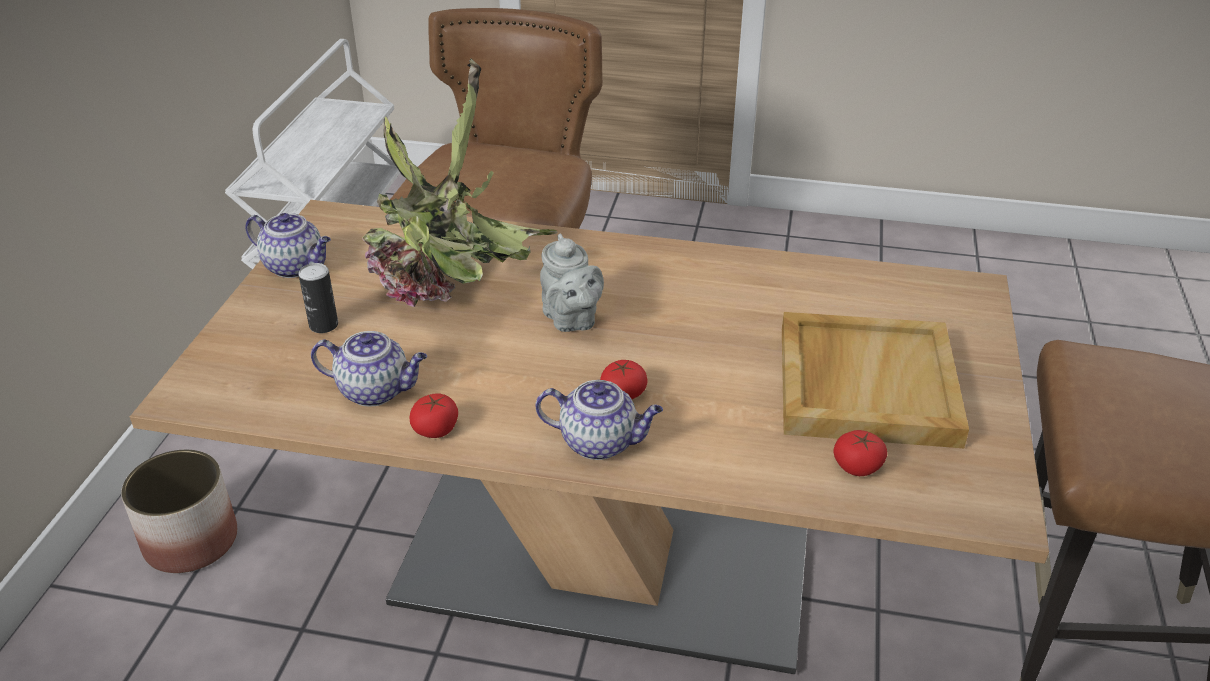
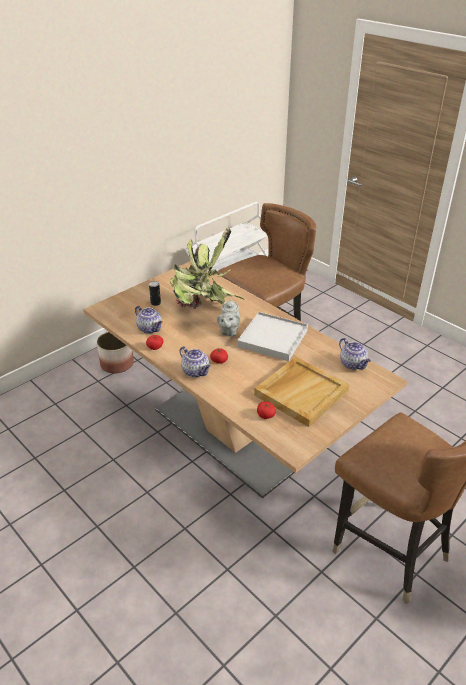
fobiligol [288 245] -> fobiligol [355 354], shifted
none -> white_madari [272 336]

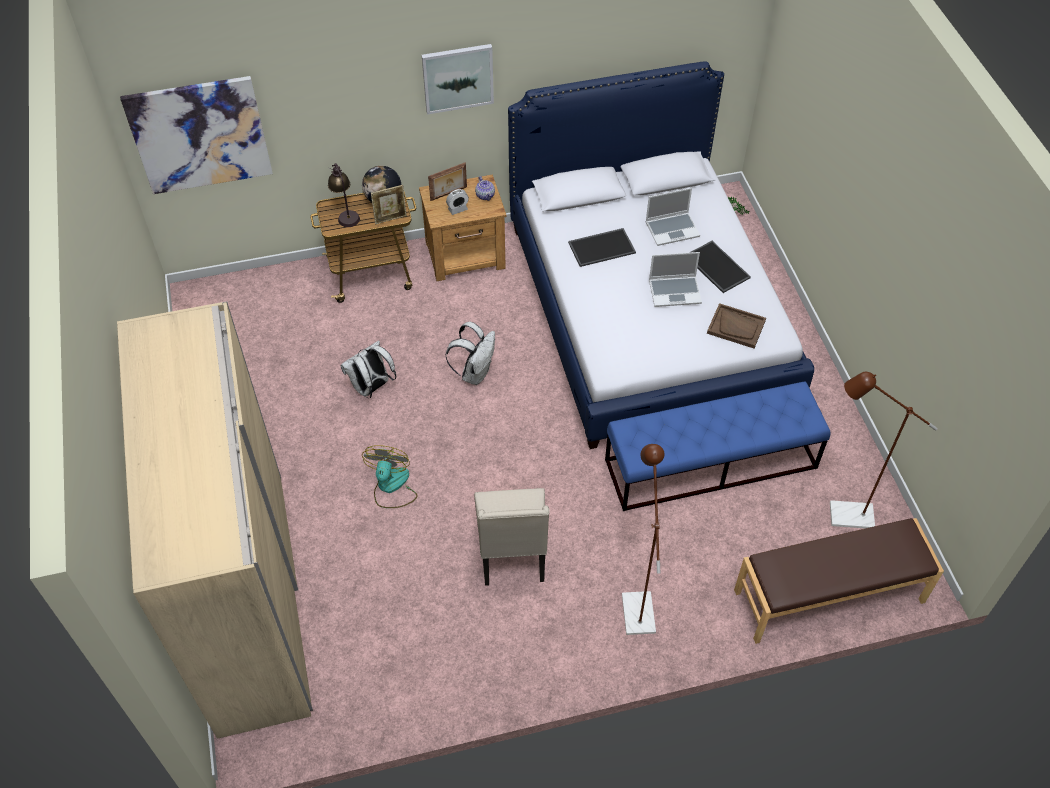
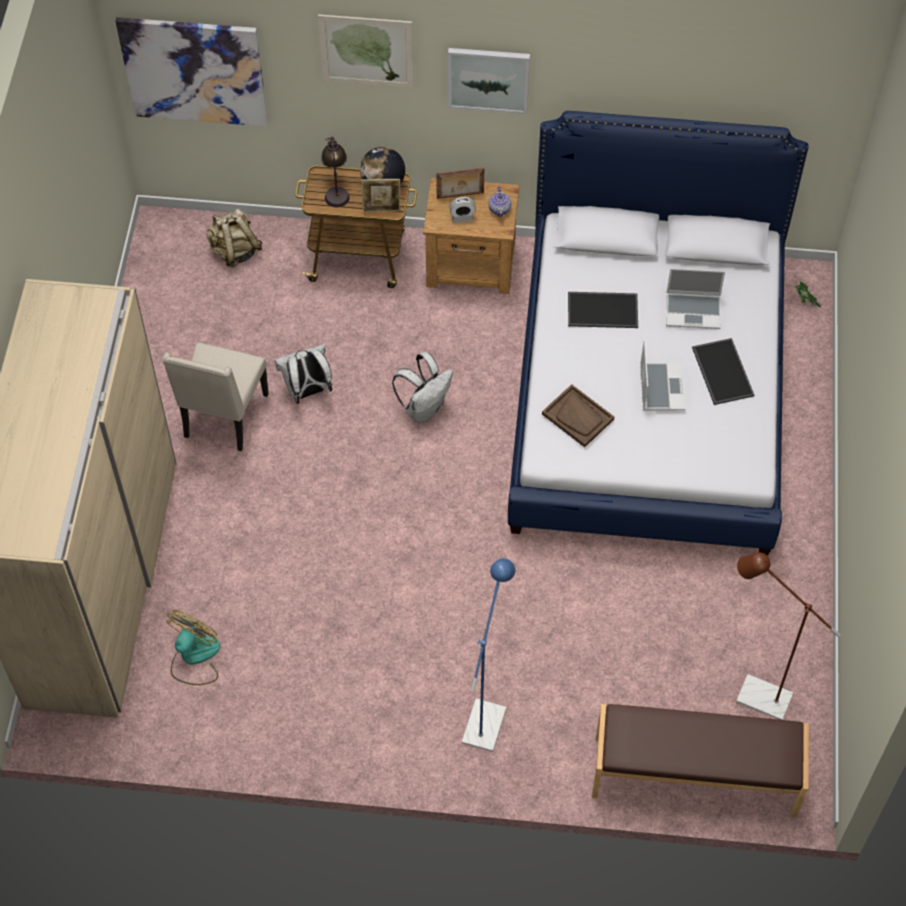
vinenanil [389 476] -> vinenanil [194 647], shifted
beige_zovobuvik [511 537] -> beige_zovobuvik [216 396], shifted
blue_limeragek [717 446] -> none
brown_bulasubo [643 539] -> blue_bulasubo [488 655]
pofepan [675 279] -> pofepan [662 375], 105 degrees counterclockwise
brown_madari [736 326] -> brown_madari [578 415], shifted
none -> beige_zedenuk [234 237]
none -> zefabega [366 51]

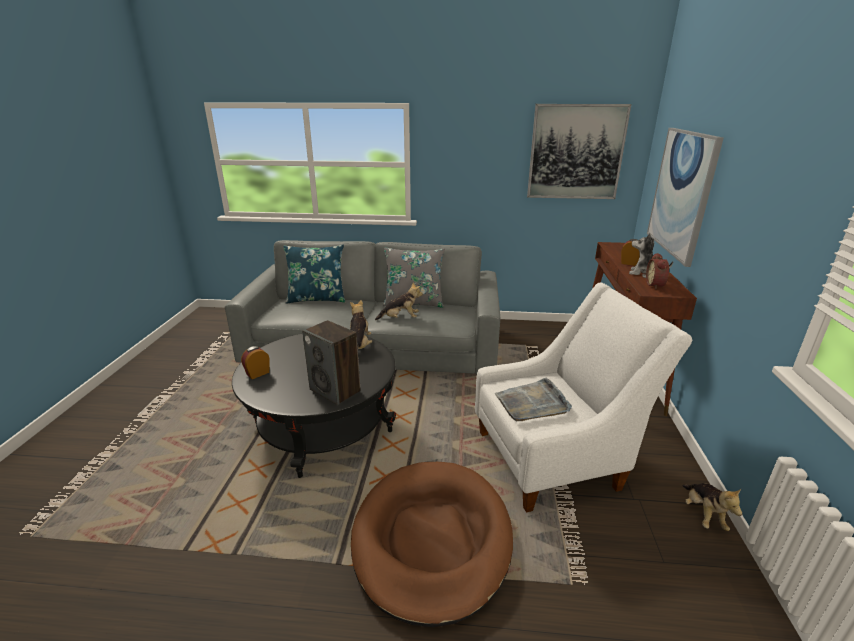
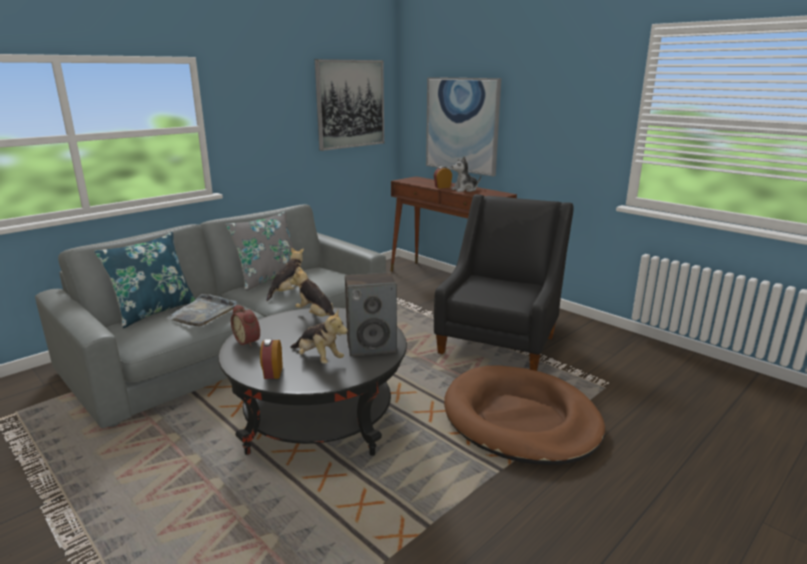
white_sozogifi [584 397] -> black_sozogifi [504 282]
grey_madari [533 400] -> grey_madari [201 310], shifted
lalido [657 271] -> lalido [245 326], shifted
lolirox [712 507] -> lolirox [319 337], shifted

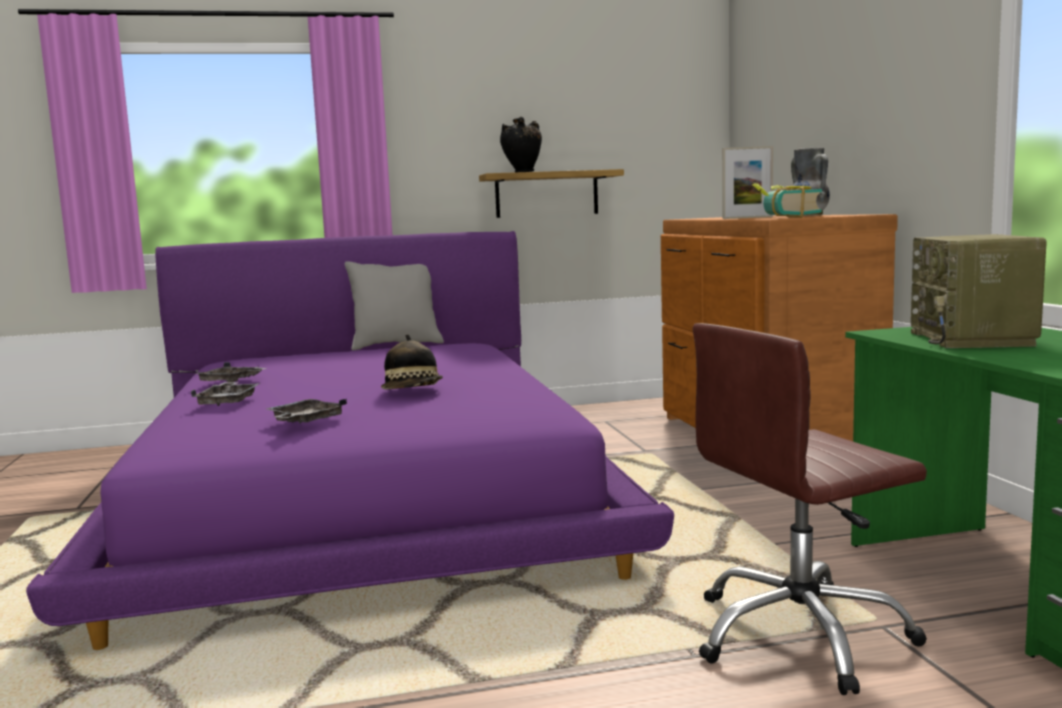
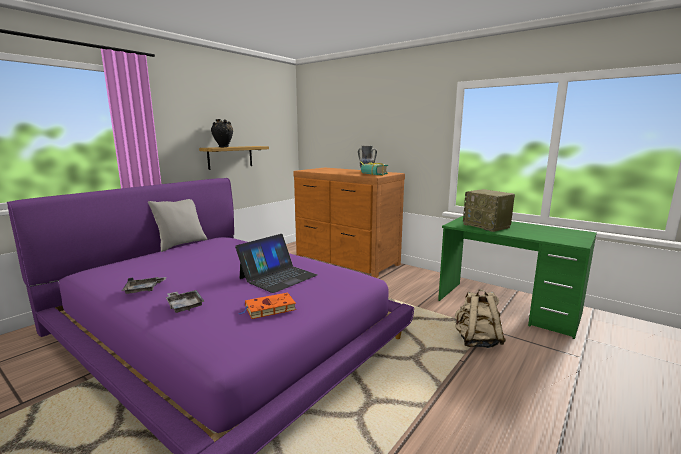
grey_madari [307 411] -> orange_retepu [267 306]
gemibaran [412 362] -> pofepan [276 263]
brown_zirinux [810 509] -> beige_zedenuk [480 318]
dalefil [747 182] -> none

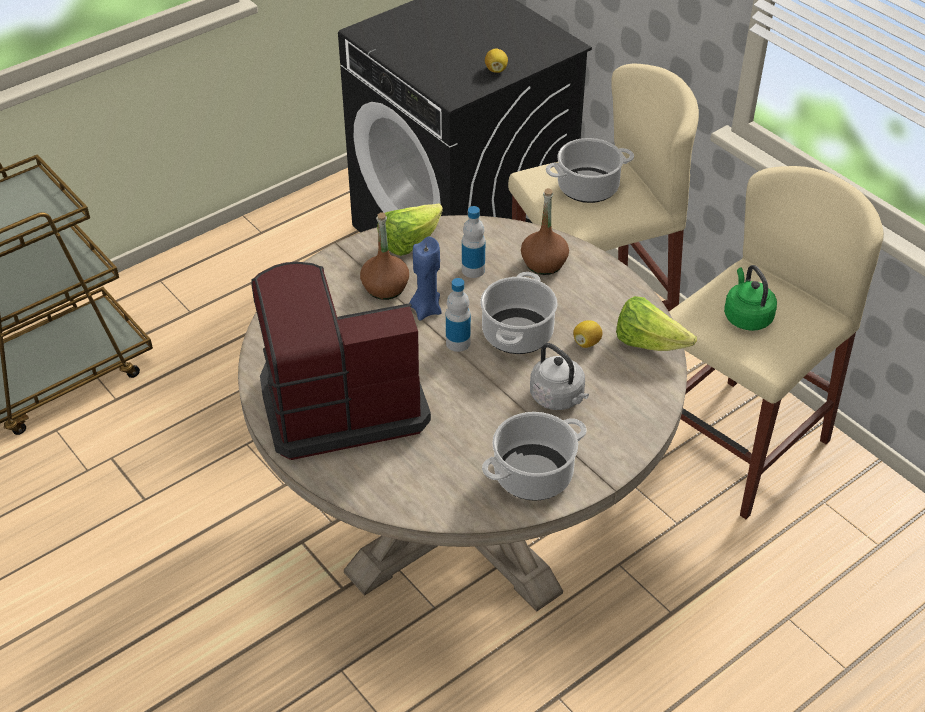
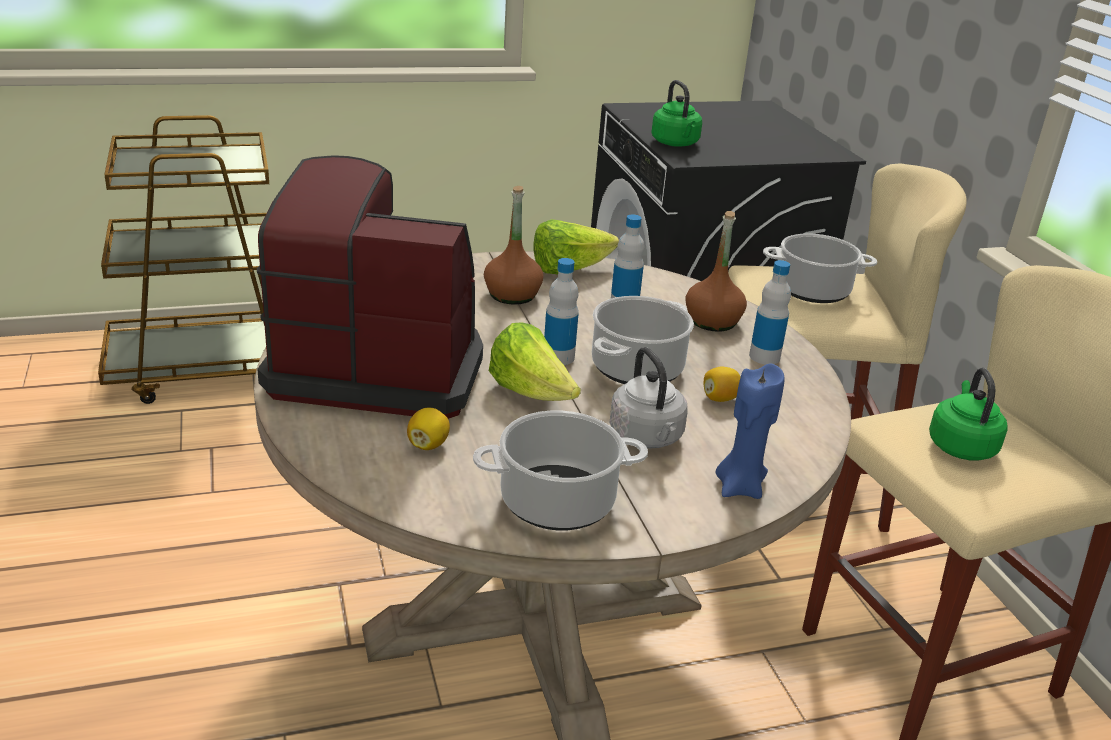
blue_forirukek [426 279] -> blue_forirukek [750 431], shifted
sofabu [496 61] -> sofabu [428 429], shifted
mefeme [656 323] -> mefeme [535 361], shifted
none -> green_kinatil [677 113]
none -> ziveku [770 312]

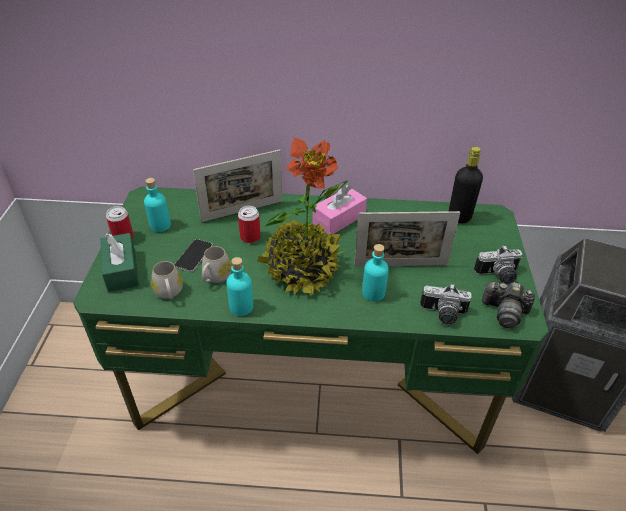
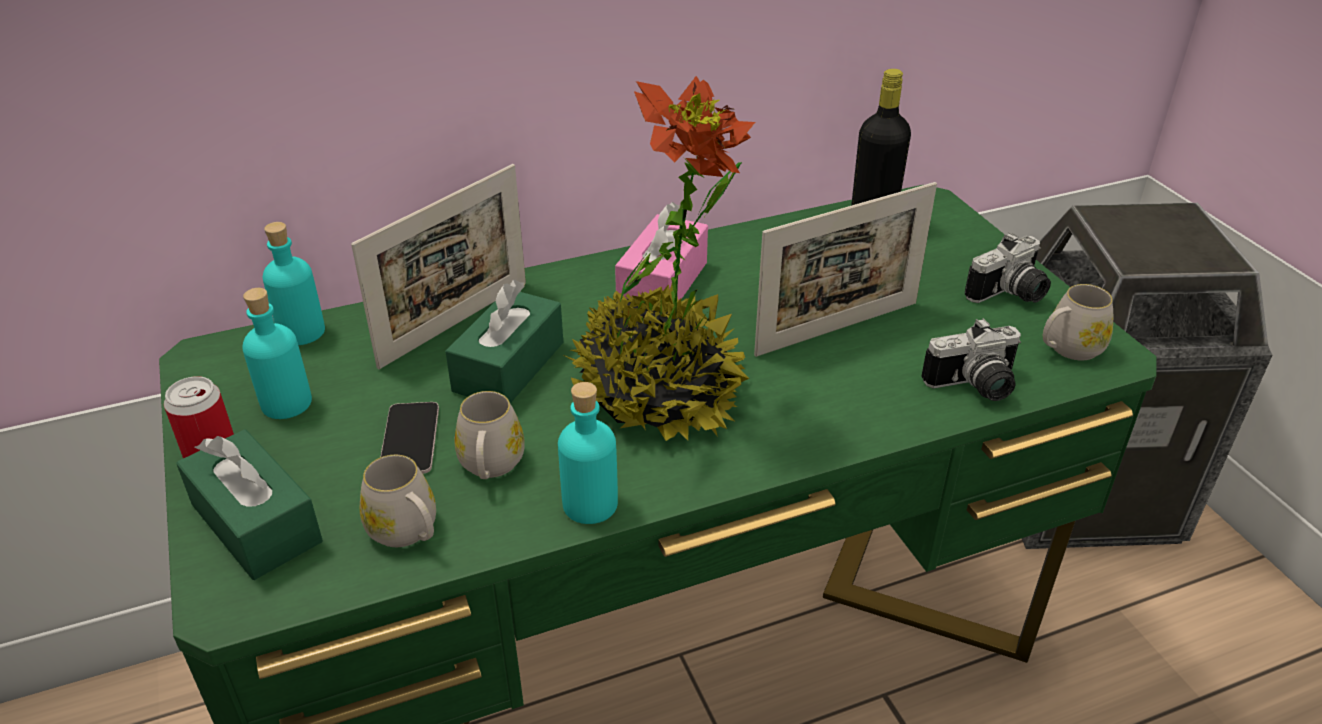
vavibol [249 224] -> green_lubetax [504 341]
turquoise_ziveku [375 272] -> turquoise_ziveku [294 283], shifted
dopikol [508 305] -> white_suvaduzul [1078 322]

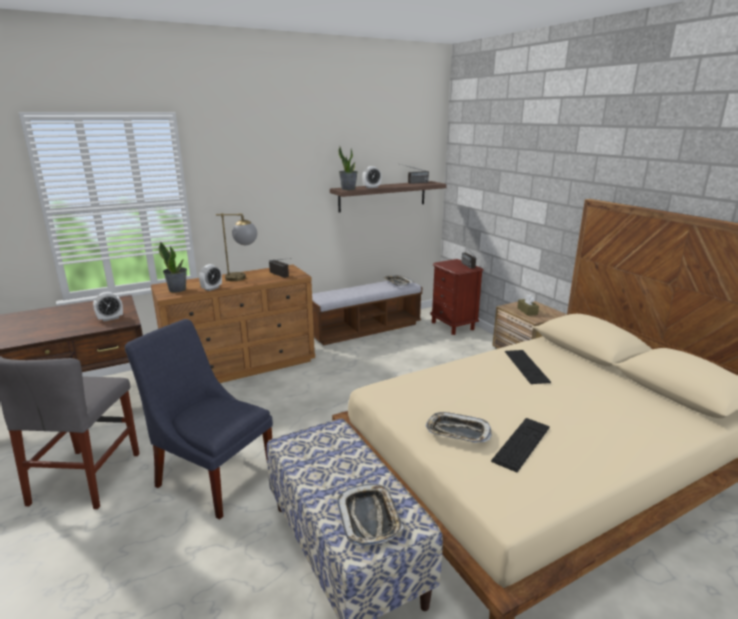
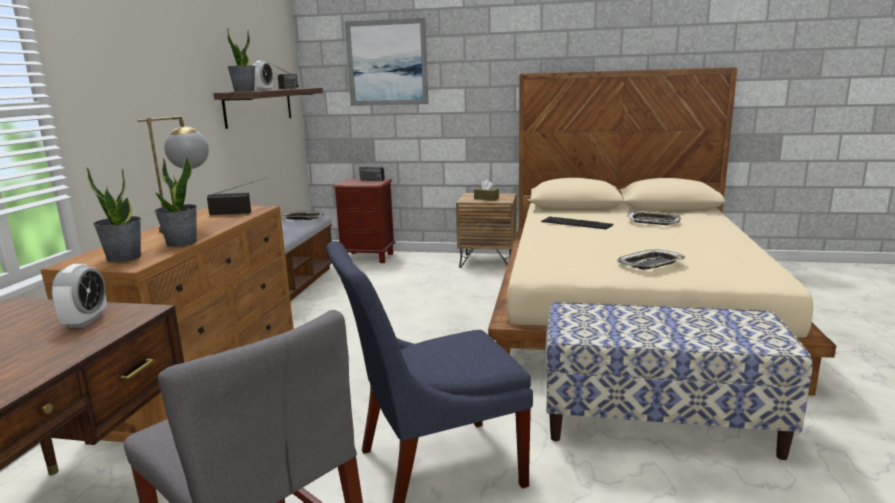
lalido [210 277] -> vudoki [175 201]
madari [370 515] -> madari [654 218], shifted
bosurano [520 445] -> none
none -> zefabega [386 62]

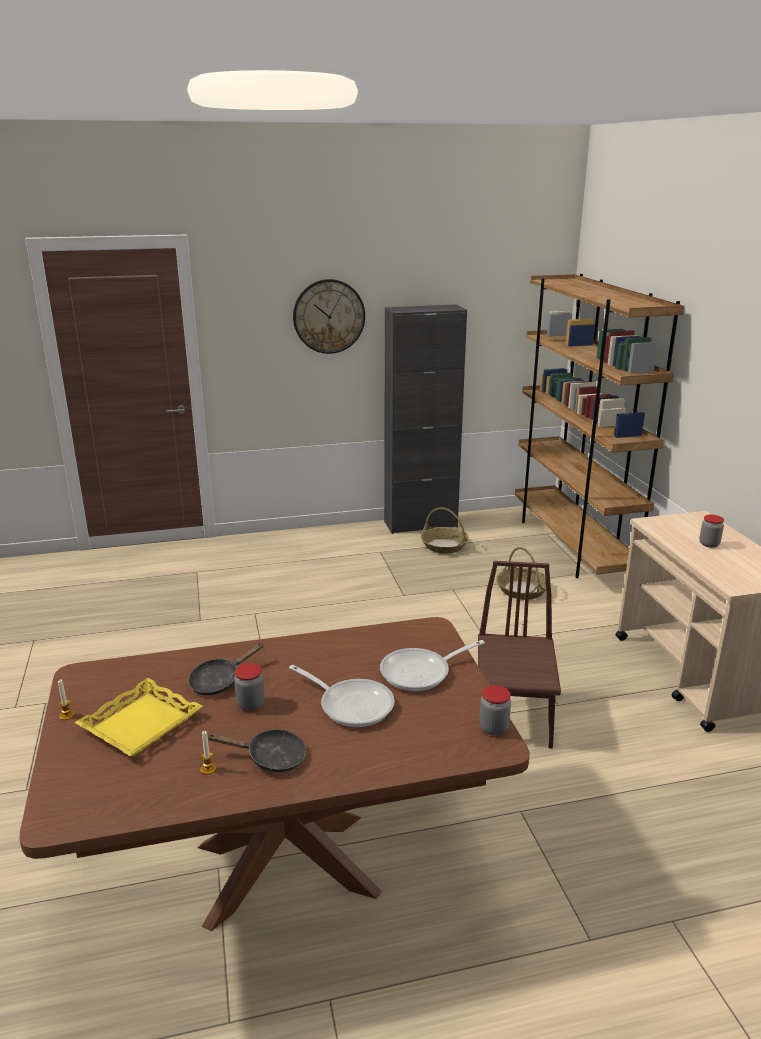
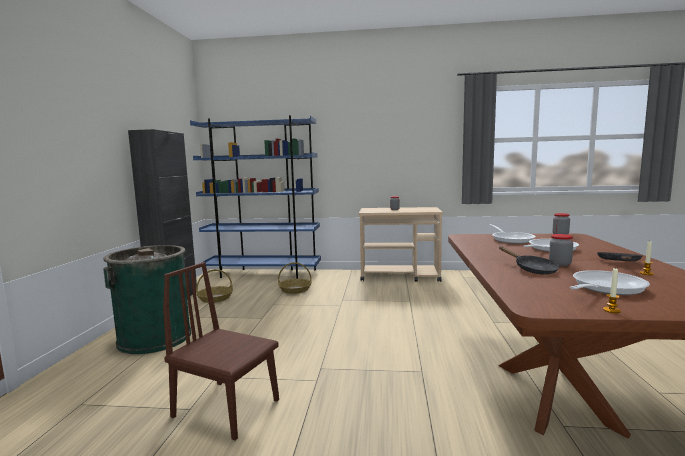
yellow_madari [138 717] -> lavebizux [610 282]
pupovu [329 316] -> none
brown_zovobuvik [519 655] -> brown_zovobuvik [221 351], shifted
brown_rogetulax [599 426] -> blue_rogetulax [255 197]
none -> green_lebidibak [147 299]

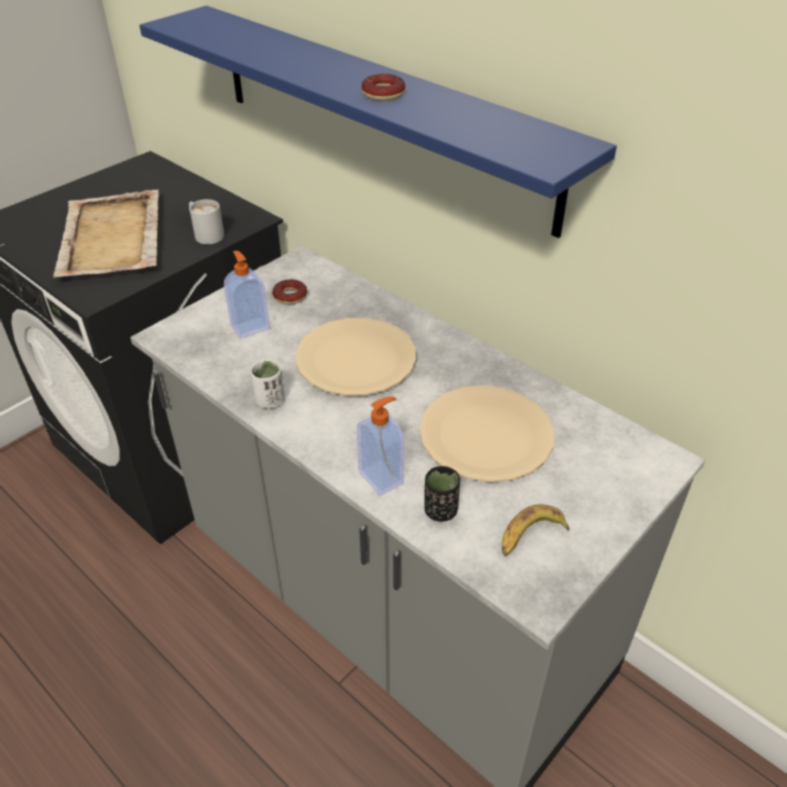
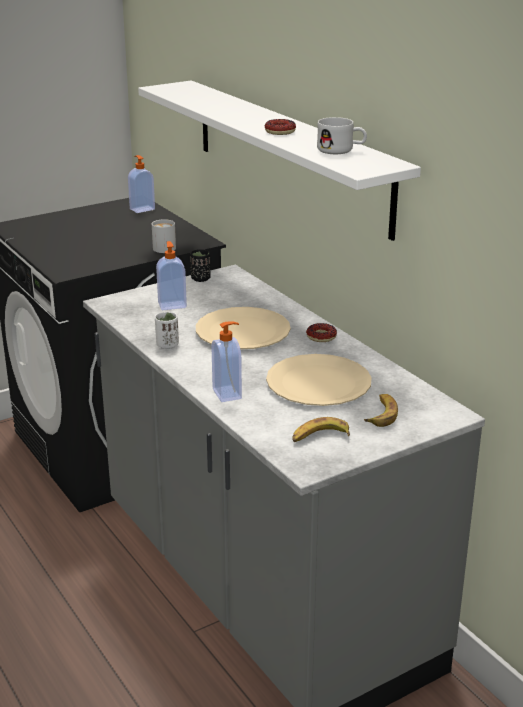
beige_madari [106 233] -> none
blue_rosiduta [378 122] -> white_rosiduta [279 160]
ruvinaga [289 292] -> ruvinaga [321 332], shifted
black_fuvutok [442 494] -> black_fuvutok [200 265], shifted
none -> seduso [141 184]
none -> white_suvaduzul [342 135]
none -> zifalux [381 410]

